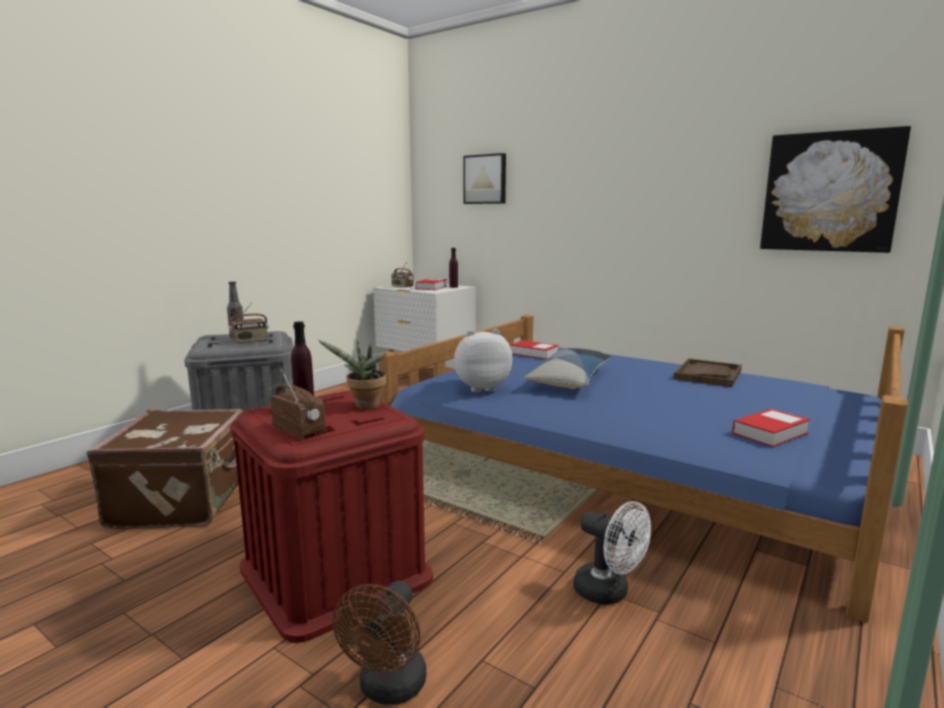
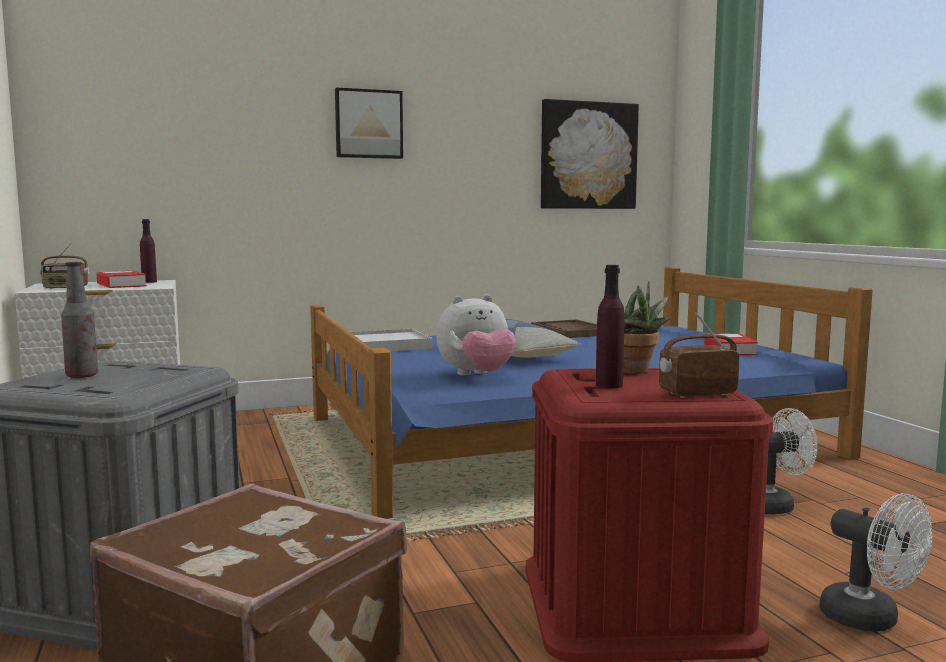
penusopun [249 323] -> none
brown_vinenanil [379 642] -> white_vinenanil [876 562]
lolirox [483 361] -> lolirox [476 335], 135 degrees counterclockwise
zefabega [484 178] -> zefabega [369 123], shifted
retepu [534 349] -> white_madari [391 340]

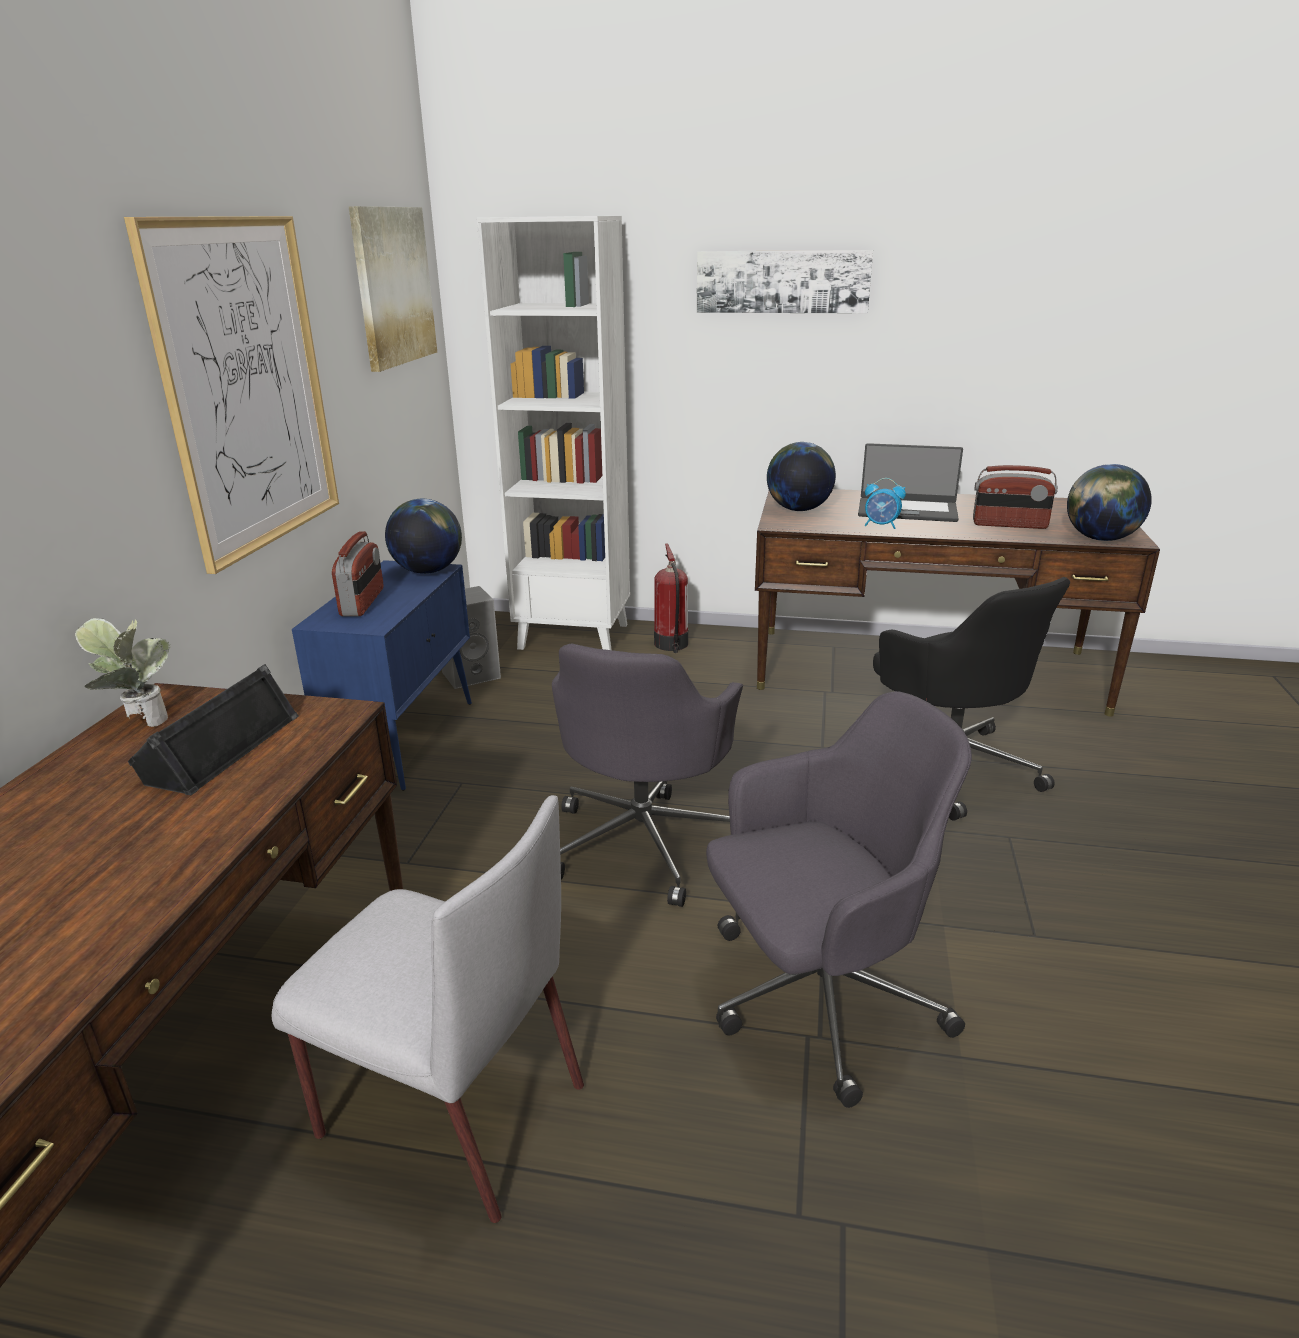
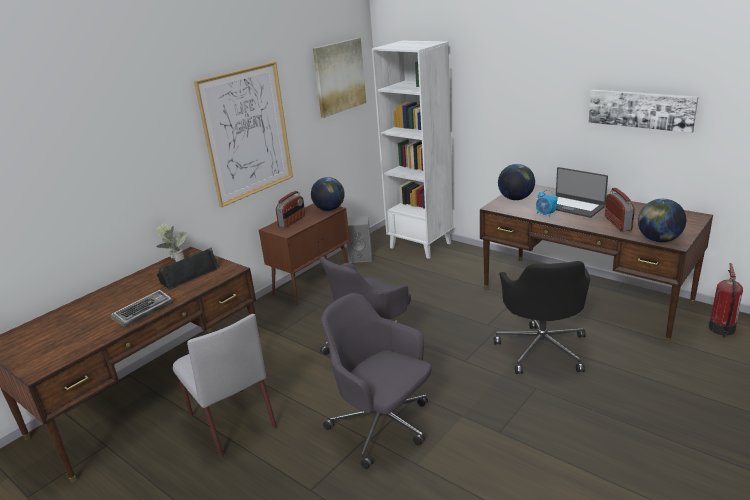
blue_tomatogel [382 675] -> brown_tomatogel [304 254]
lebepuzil [671 598] -> lebepuzil [726 300], shifted
zefabega [785 282] -> zefabega [643 111], shifted
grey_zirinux [839 899] -> grey_zirinux [376 381], 150 degrees counterclockwise
penusopun [1015 497] -> penusopun [620 210], 135 degrees counterclockwise
none -> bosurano [142 308]

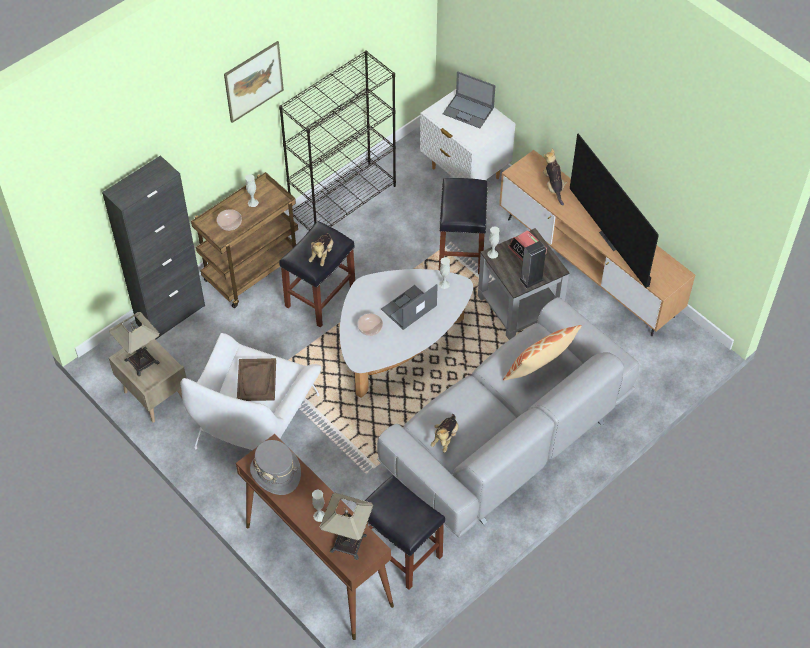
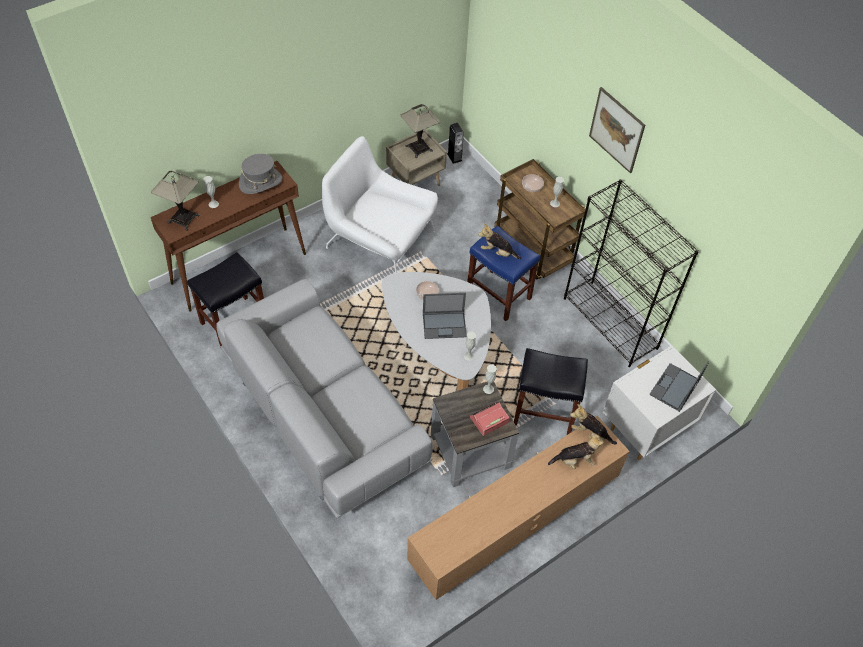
black_tomatogel [153 247] -> none
brown_madari [256 379] -> none
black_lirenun [317 274] -> blue_lirenun [503 273]
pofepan [409 307] -> pofepan [445 316], 120 degrees clockwise
lolirox [445 433] -> lolirox [593 424], shifted
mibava [542 352] -> none
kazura [533 264] -> kazura [455 143], shifted
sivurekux [614 210] -> none

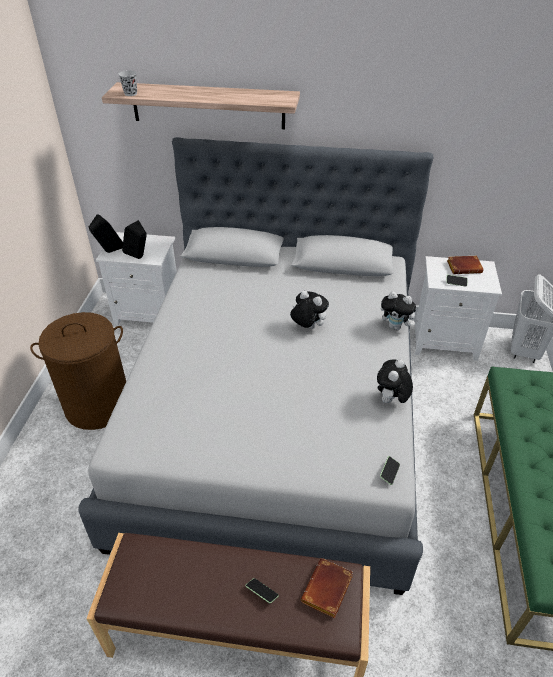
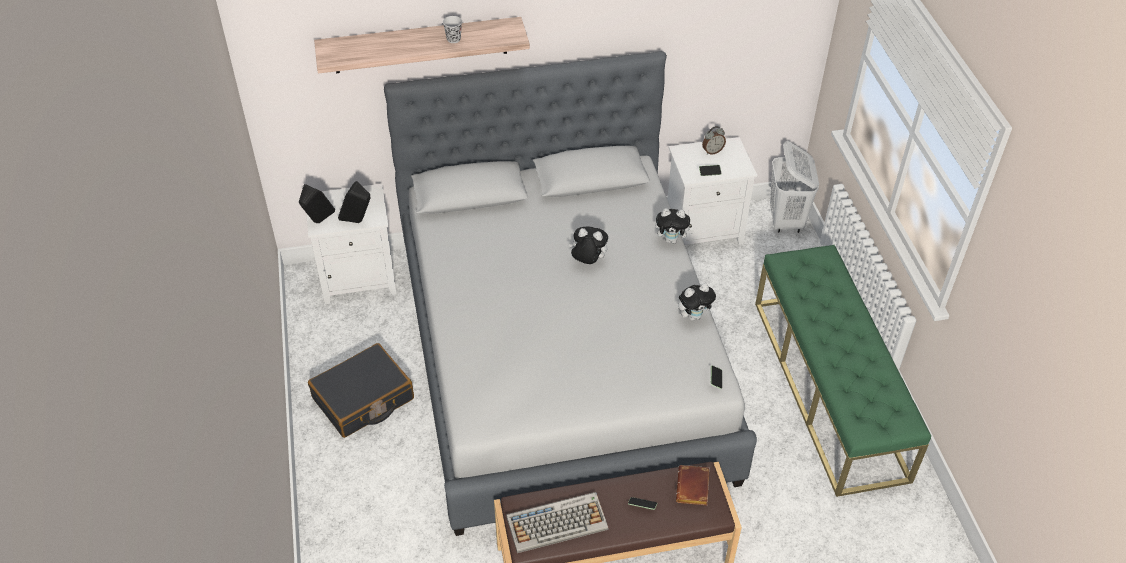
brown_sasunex [78 371] -> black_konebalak [361 390]
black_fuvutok [127 83] -> black_fuvutok [452 29], shifted
lolirox [395 381] -> lolirox [697 302], 120 degrees counterclockwise
brown_retepu [465 265] -> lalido [714 140]
none -> bosurano [557 522]

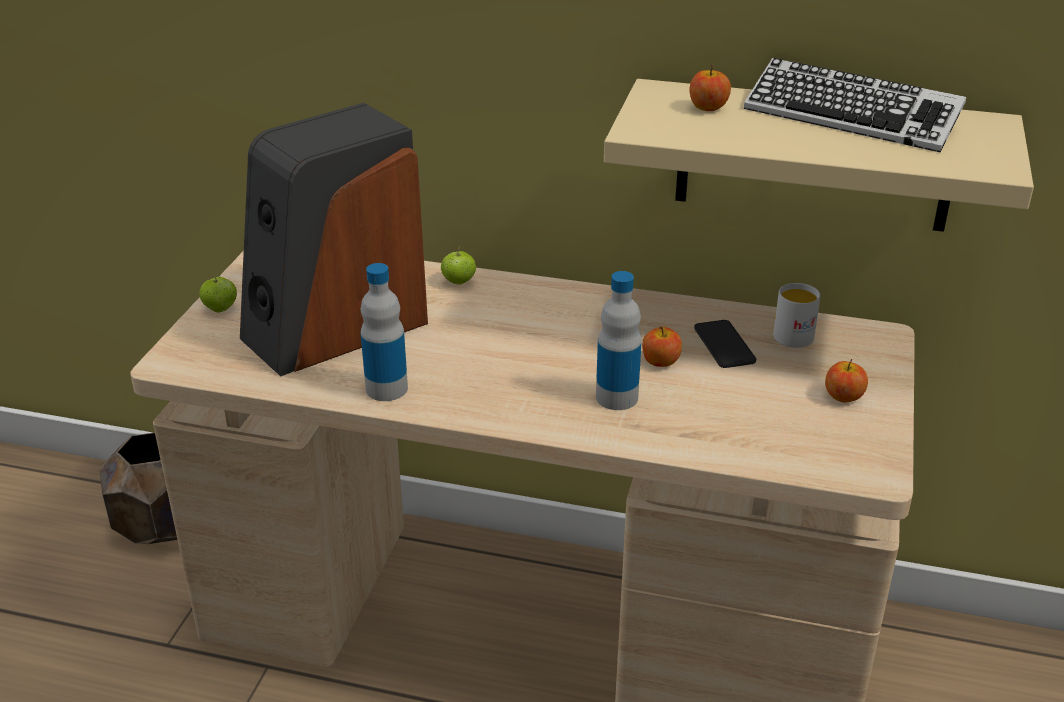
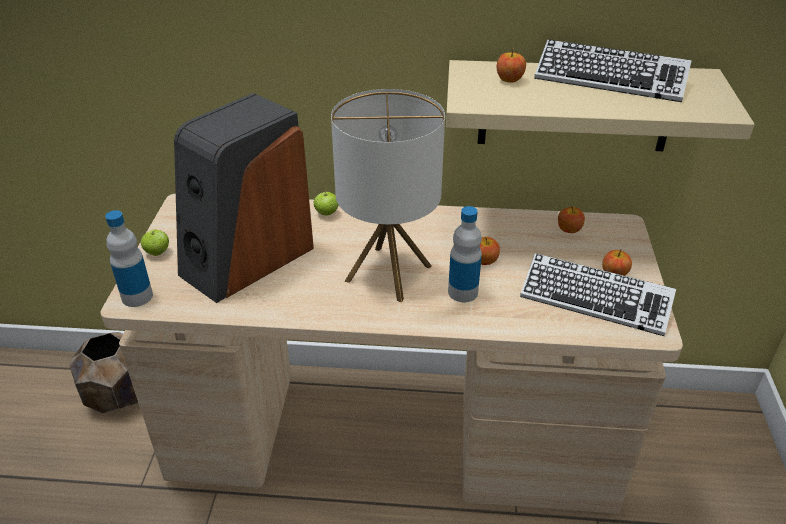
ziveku [384 332] -> ziveku [129 258], shifted
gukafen [725 344] -> none
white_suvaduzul [797 315] -> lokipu [571 219]
none -> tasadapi [388 195]
none -> bosurano [598 294]

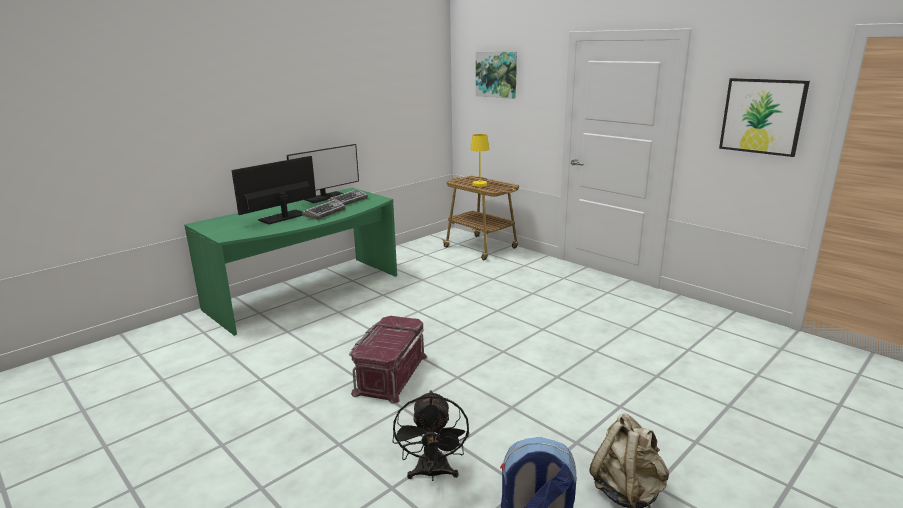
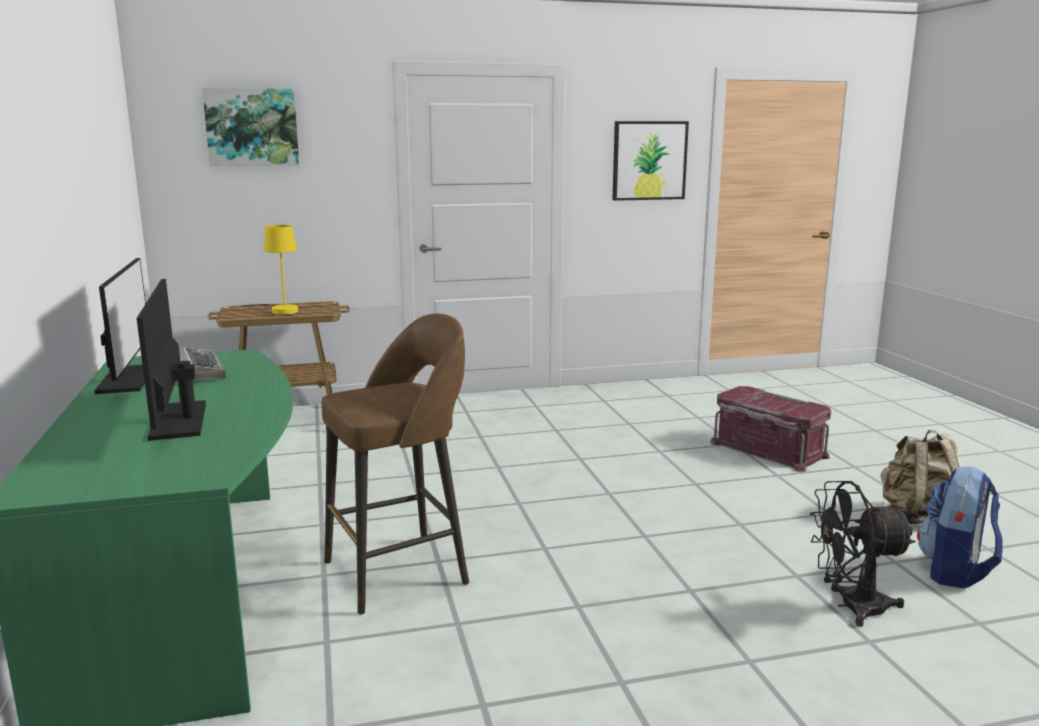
bosurano [324 210] -> none
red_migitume [388 360] -> red_migitume [770 429], shifted
black_vinenanil [431 435] -> black_vinenanil [862 553], 150 degrees clockwise
none -> brown_lirenun [395 464]

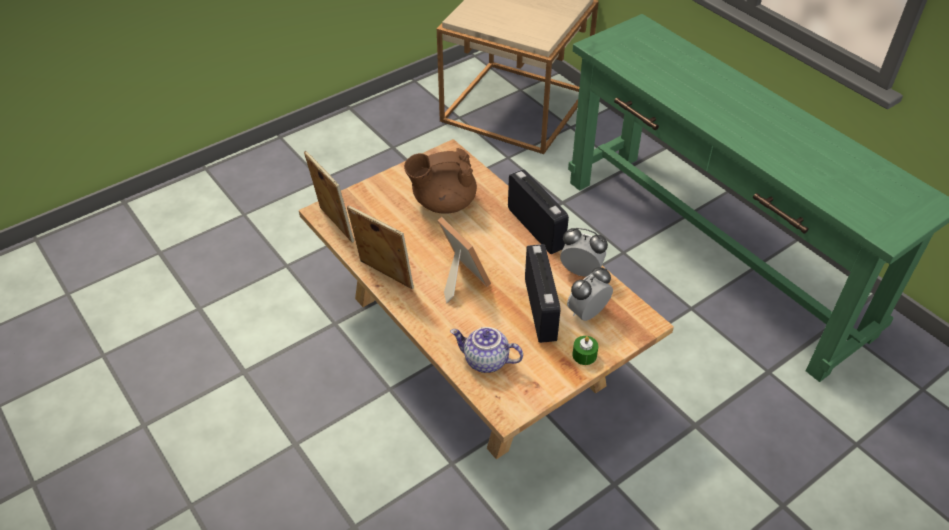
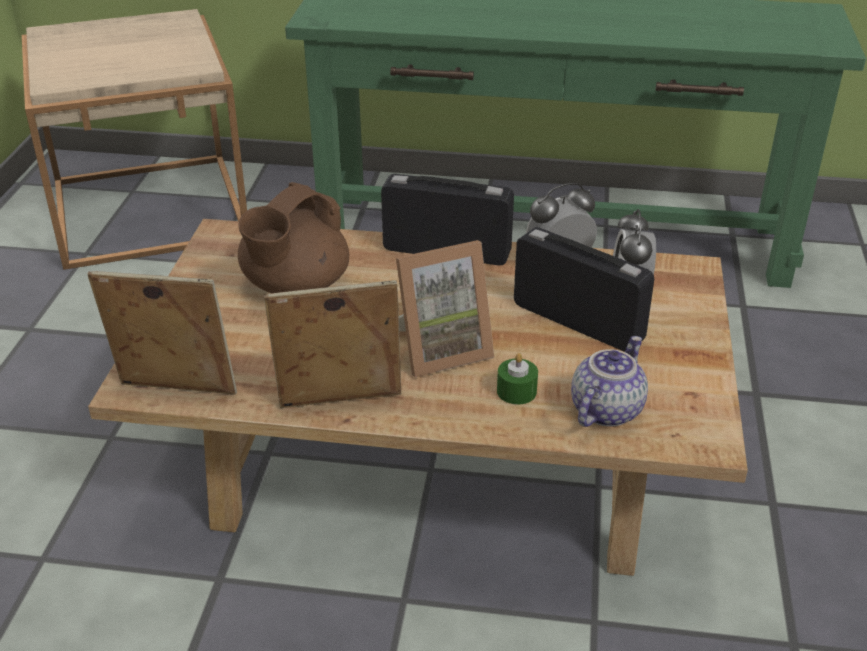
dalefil [464 260] -> dalefil [445 308], 150 degrees clockwise
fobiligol [486 350] -> fobiligol [609 381], 150 degrees clockwise
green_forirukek [585 350] -> green_forirukek [517 379], shifted

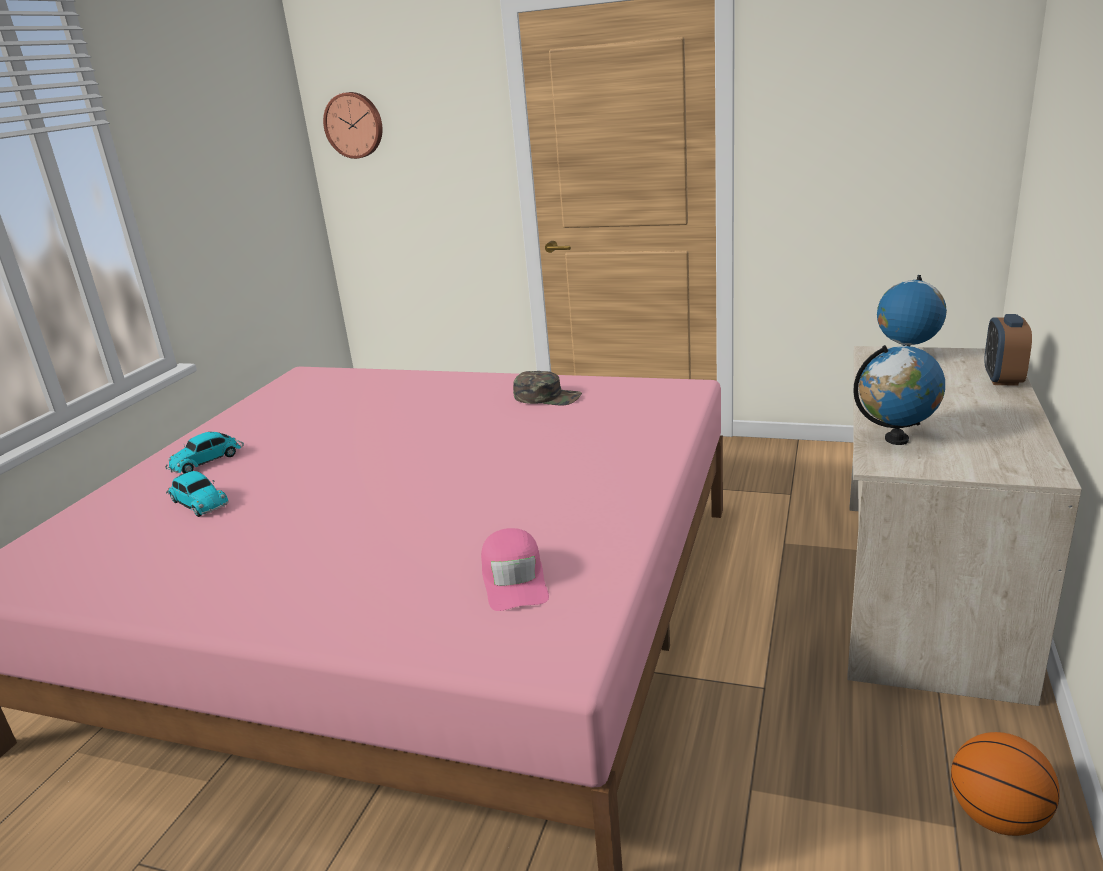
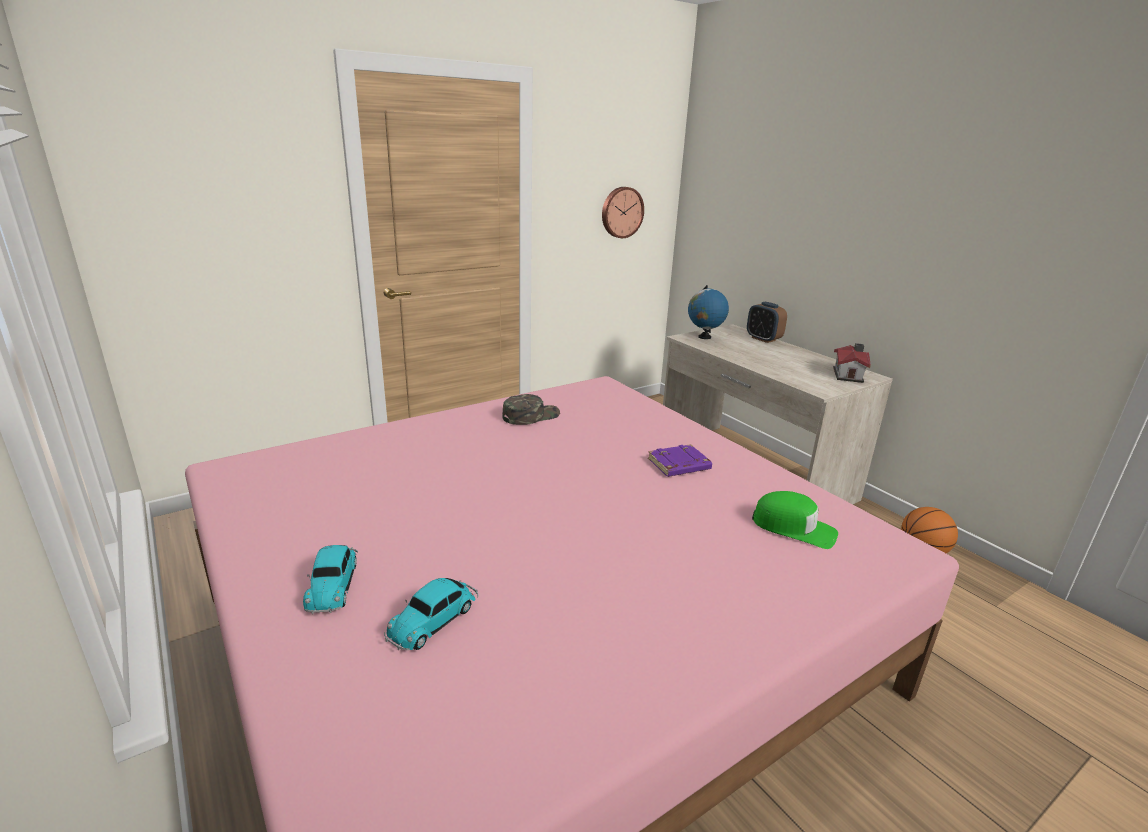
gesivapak [197 494] -> gesivapak [431 614], 135 degrees clockwise
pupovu [353 125] -> pupovu [623 212], shifted
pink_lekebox [515 569] -> green_lekebox [795 520]
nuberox [899 395] -> none
none -> purple_retepu [680 460]
none -> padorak [852 363]

